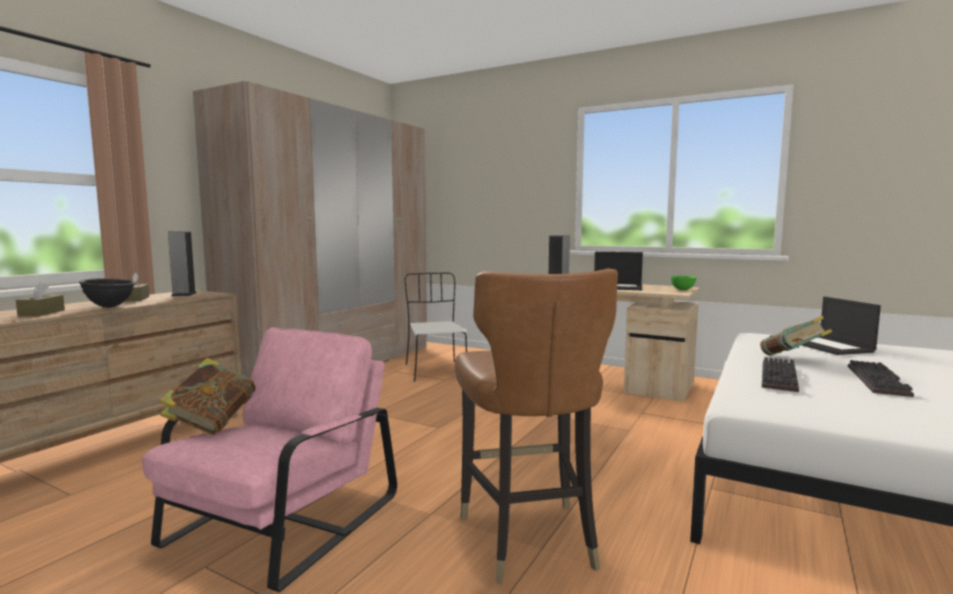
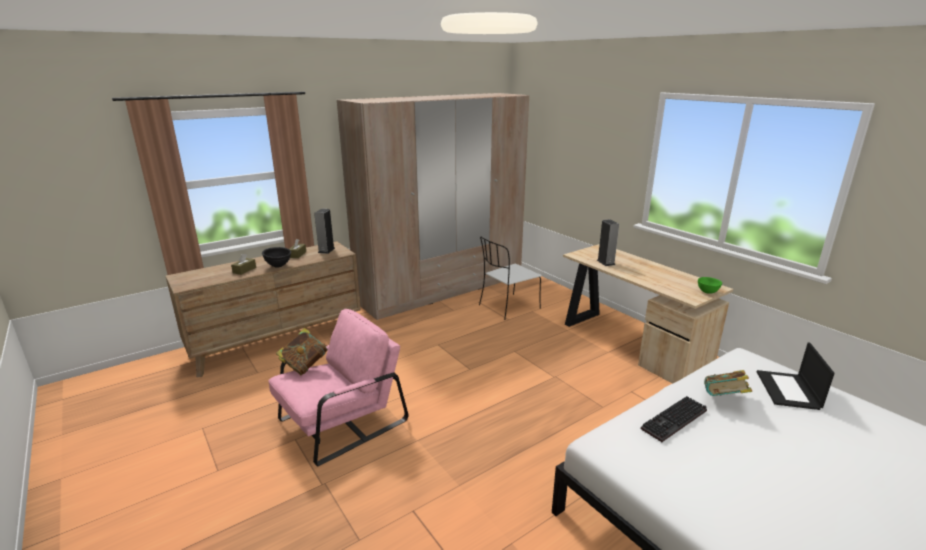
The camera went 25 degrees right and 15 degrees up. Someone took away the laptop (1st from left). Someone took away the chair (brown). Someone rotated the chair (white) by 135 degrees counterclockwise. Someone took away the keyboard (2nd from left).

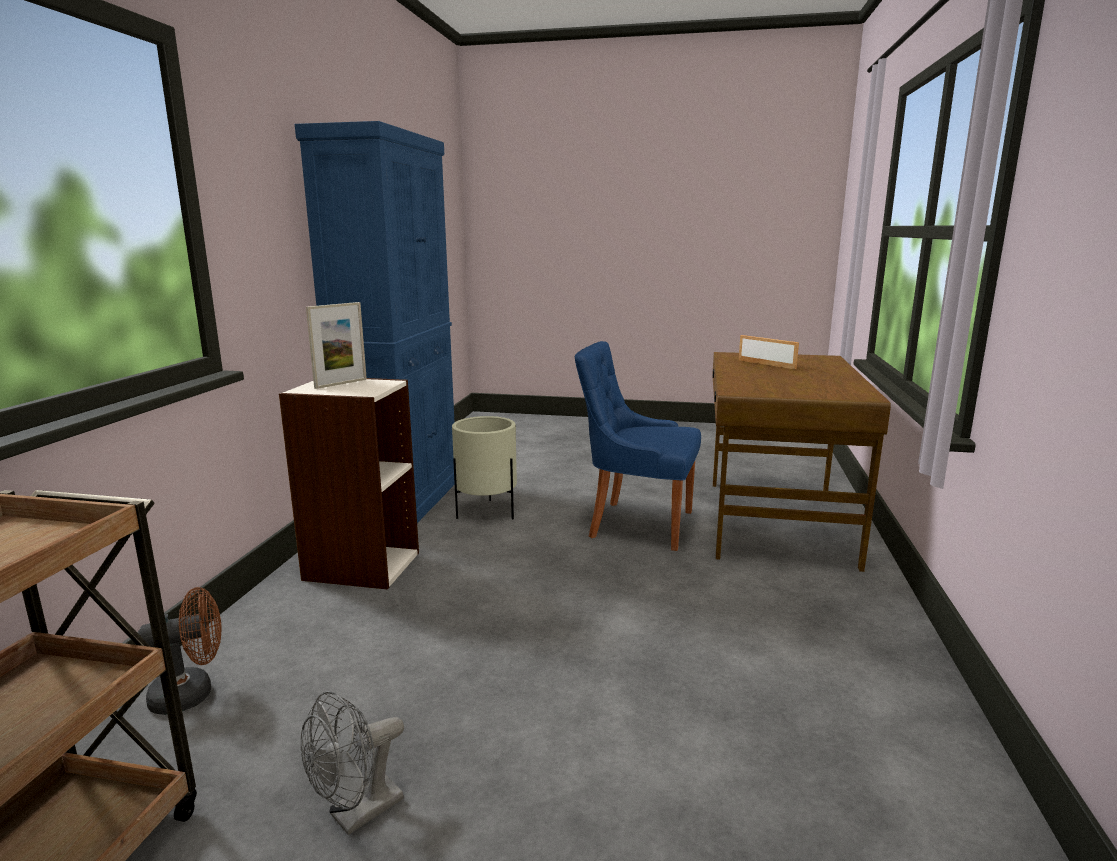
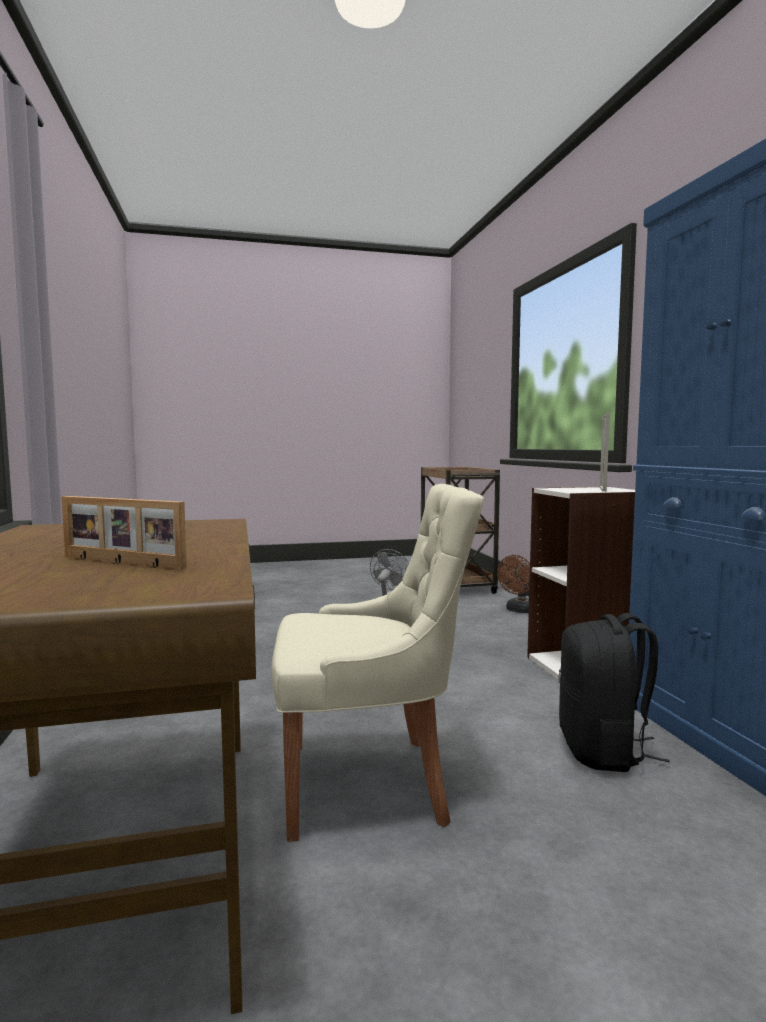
The camera went 155 degrees right and 10 degrees down. Someone repainted the chair (blue), which became the chair (beige). Someone swapped the planter (beige) for the backpack (black).

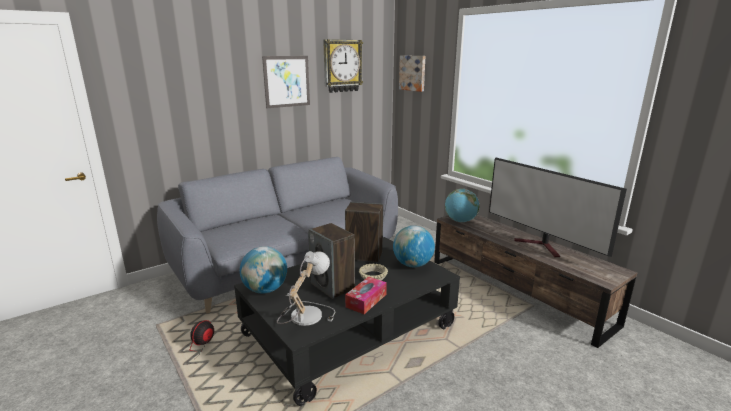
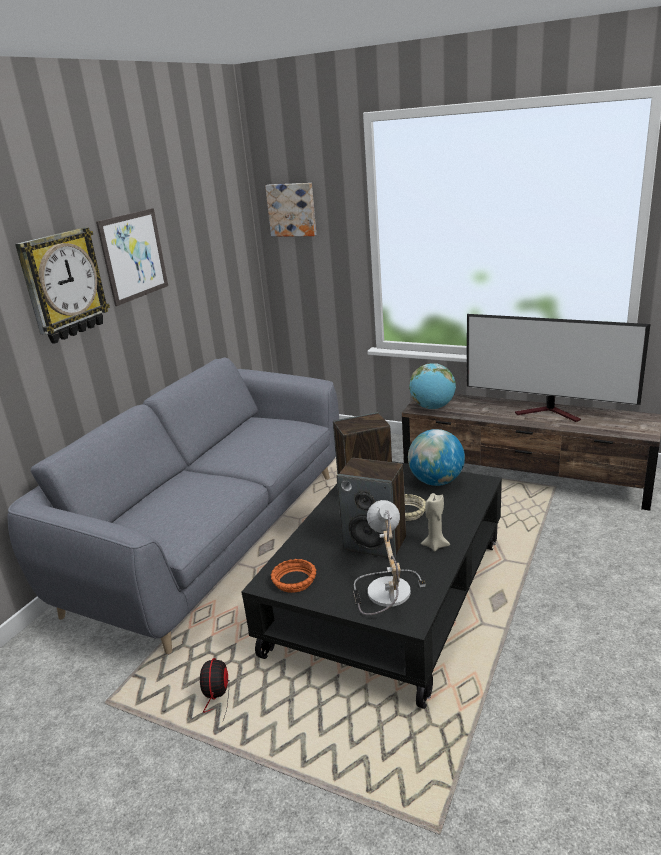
The camera went 25 degrees left and 5 degrees up. Someone carried the wall clock. Someone swapped the globe (1st from left) for the bowl (orange). Someone swapped the tissue box for the candle (beige).

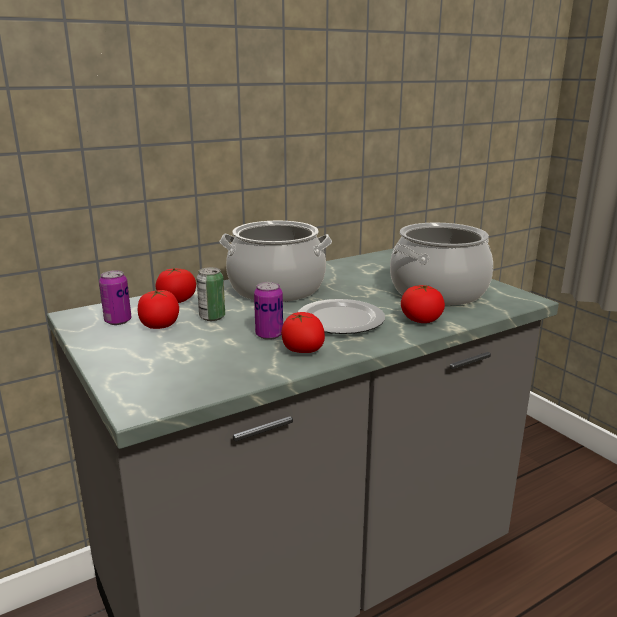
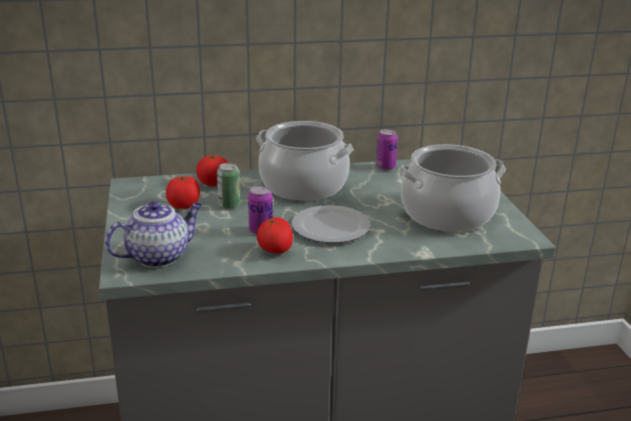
The camera went 20 degrees right and 5 degrees up. Someone carried the can (1st from left in the first image). Someone took away the tomato (4th from left). Someone put down the teapot.

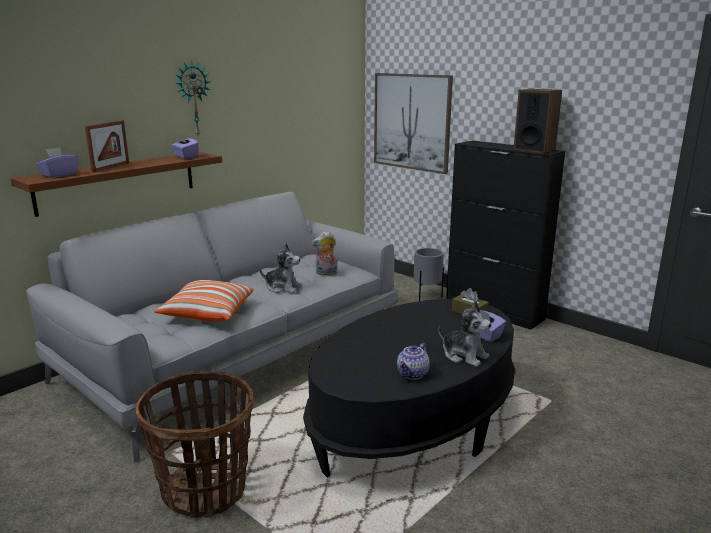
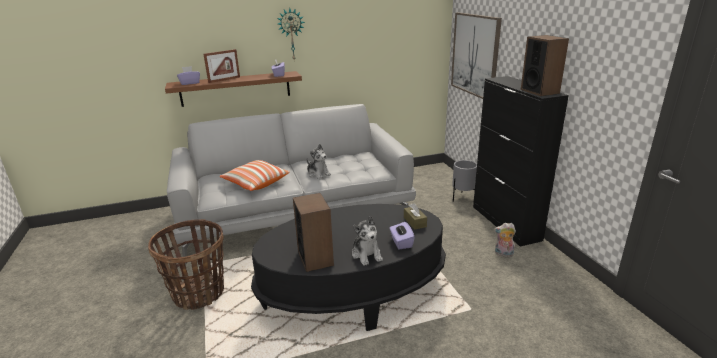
The camera went 30 degrees right and 5 degrees up. Someone carried the plush toy (2nd from left in the first image). Someone swapped the teapot for the speaker (1st from left).

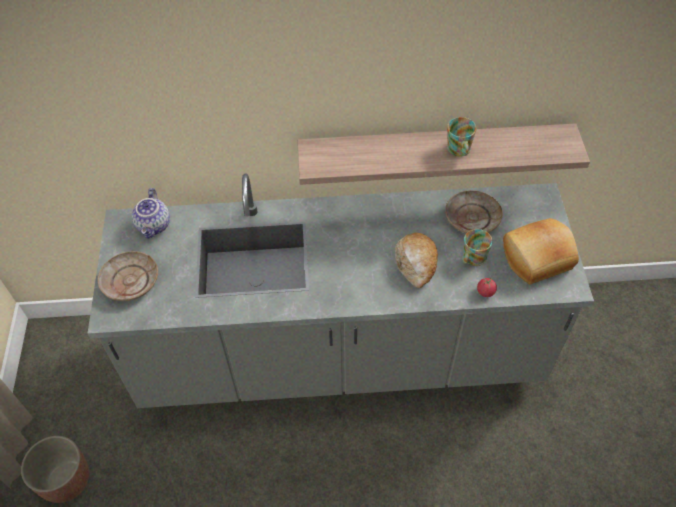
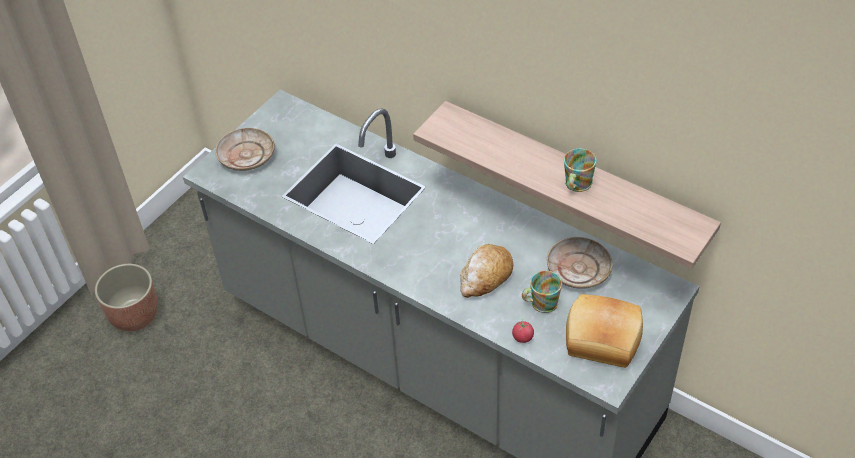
The camera went 40 degrees right and 5 degrees down. Someone took away the teapot.

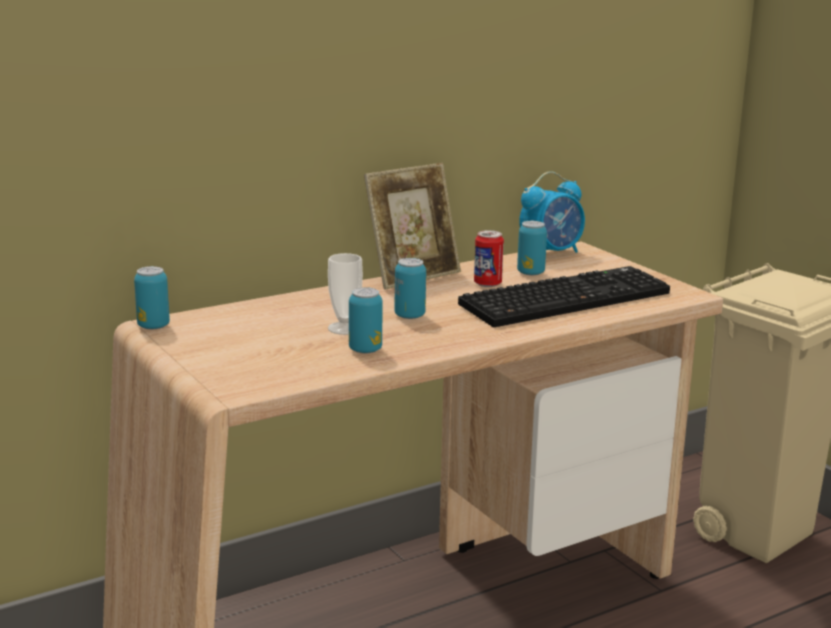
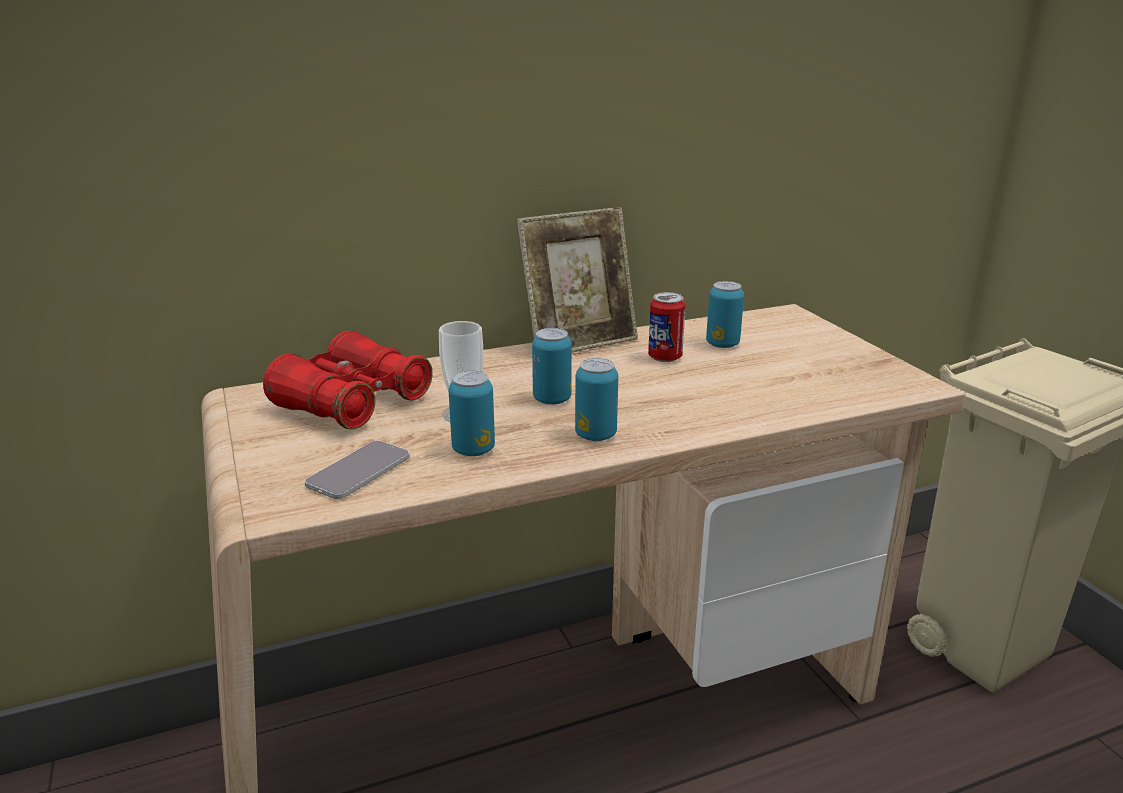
The camera went 10 degrees right and 5 degrees up. Someone took away the alarm clock. Someone carried the can (1st from left in the first image). Someone took away the keyboard. Someone put down the binoculars (red). Someone put down the phone.

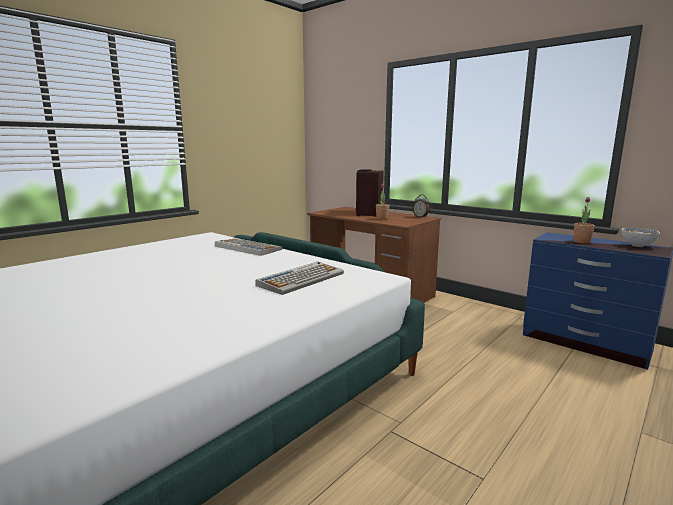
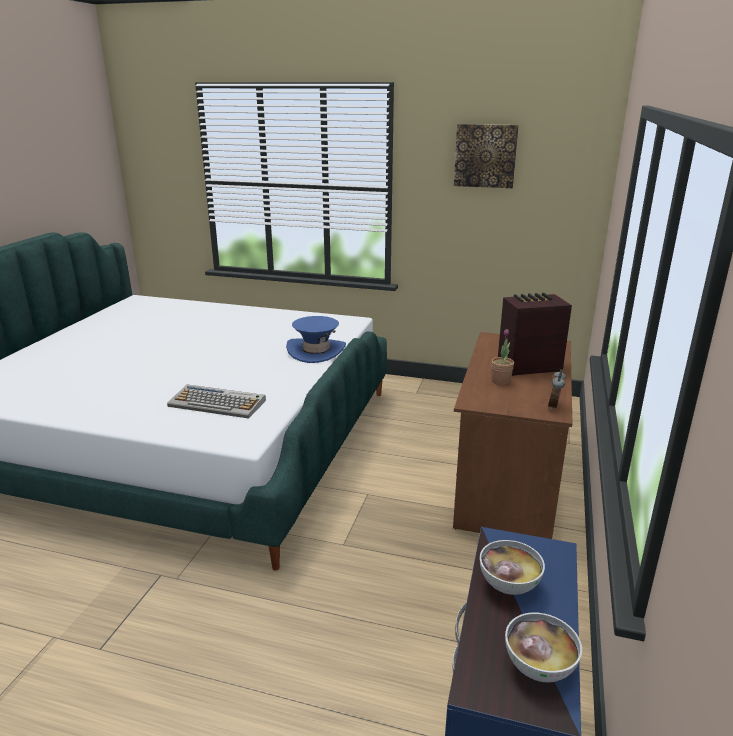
The camera went 65 degrees right and 10 degrees up. Someone swapped the potted plant (2nd from left) for the bowl (1st from left). Someone swapped the keyboard (1st from left) for the hat (blue). Someone put up the picture.

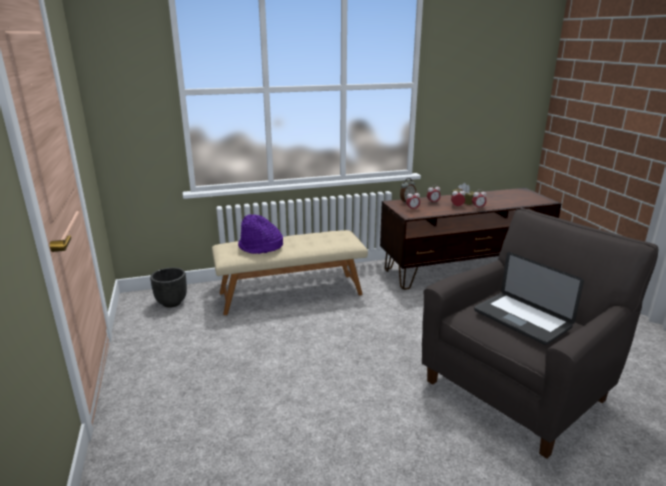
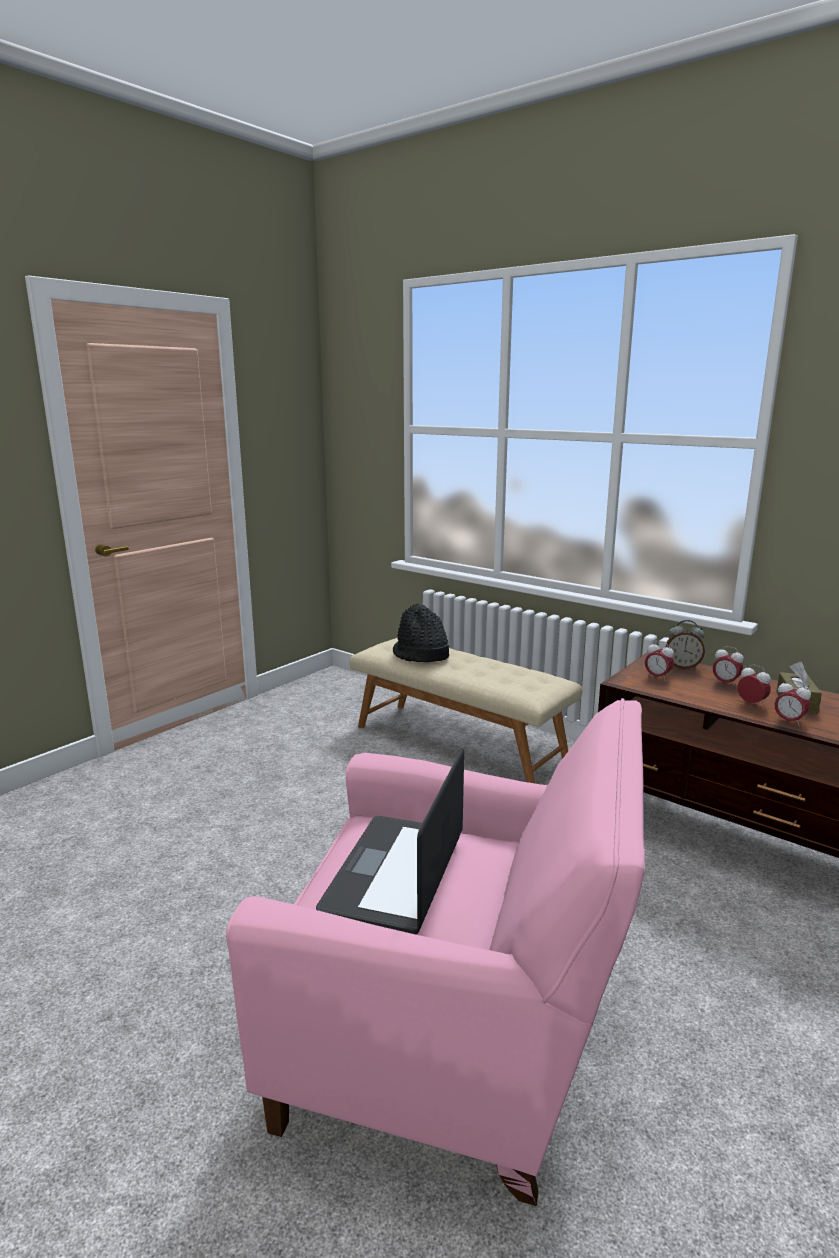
The camera went 55 degrees right and 5 degrees down. Someone repainted the armchair (grey), which became the armchair (pink). Someone repainted the hat (purple), which became the hat (black). Someone took away the planter (black).

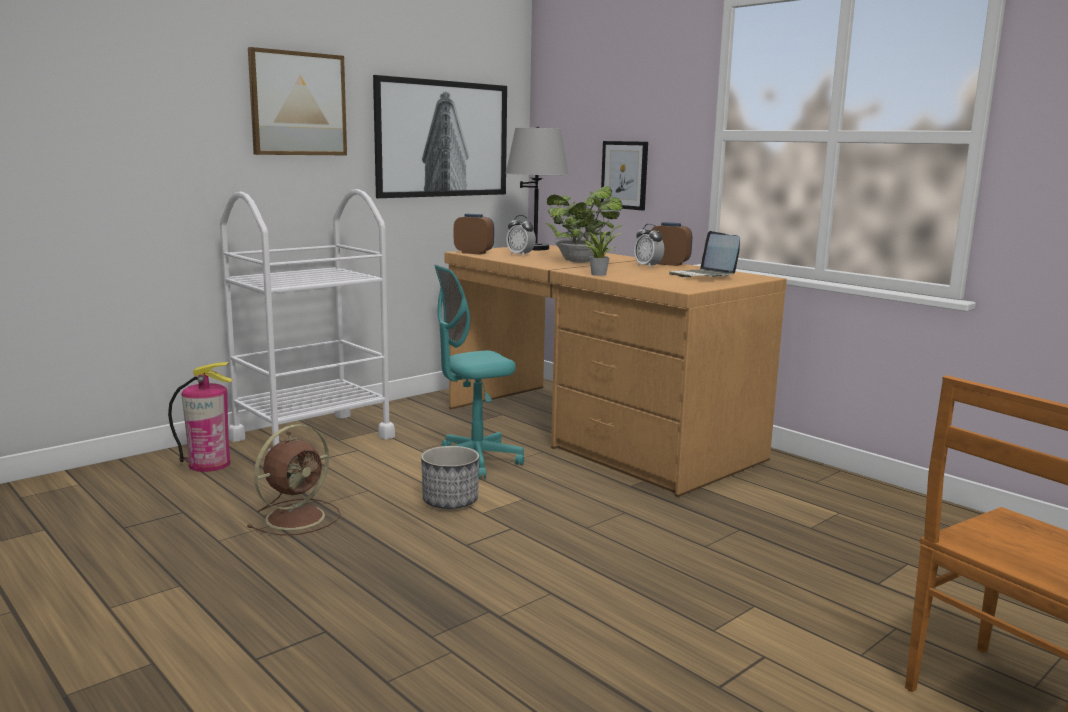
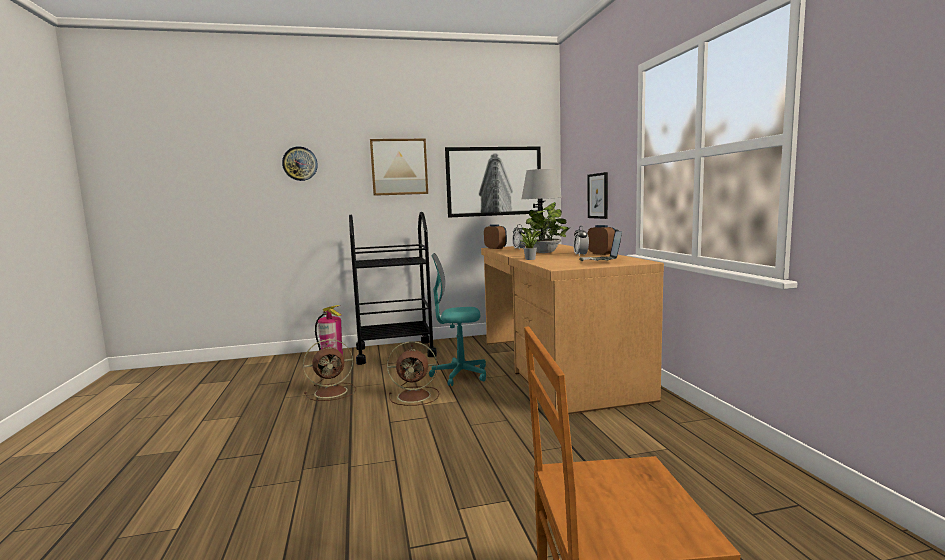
The camera went 30 degrees right and 5 degrees down. Someone repainted the cart (white), which became the cart (black). Someone swapped the planter for the fan (brown) (2nd from left). Someone put up the wall clock.

